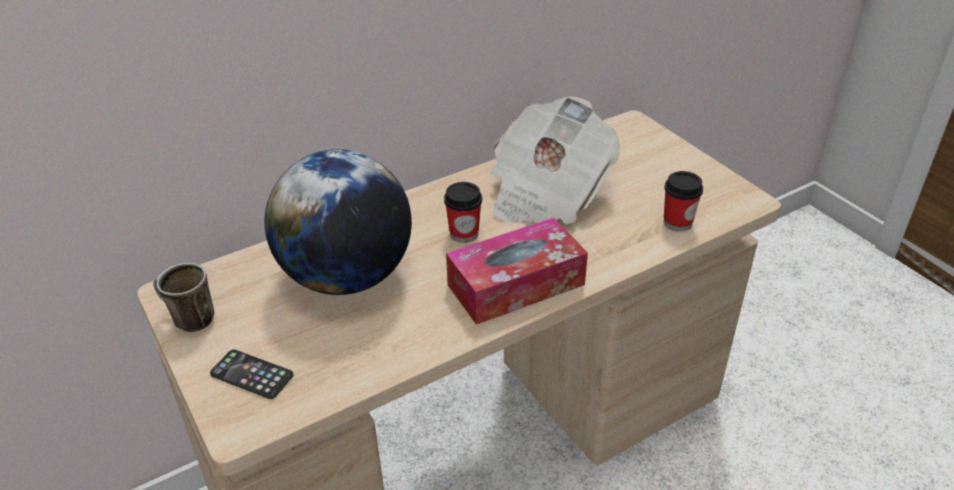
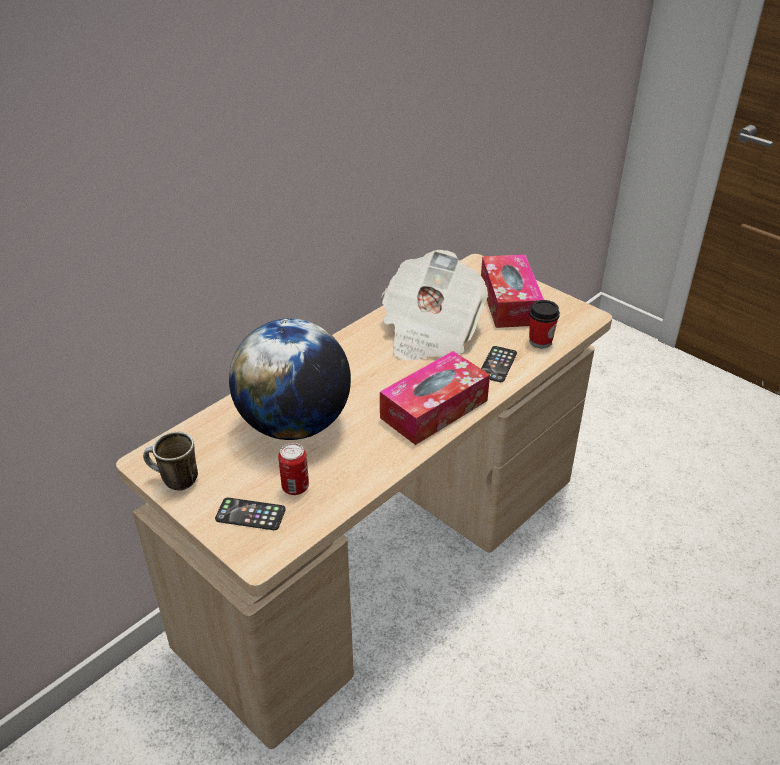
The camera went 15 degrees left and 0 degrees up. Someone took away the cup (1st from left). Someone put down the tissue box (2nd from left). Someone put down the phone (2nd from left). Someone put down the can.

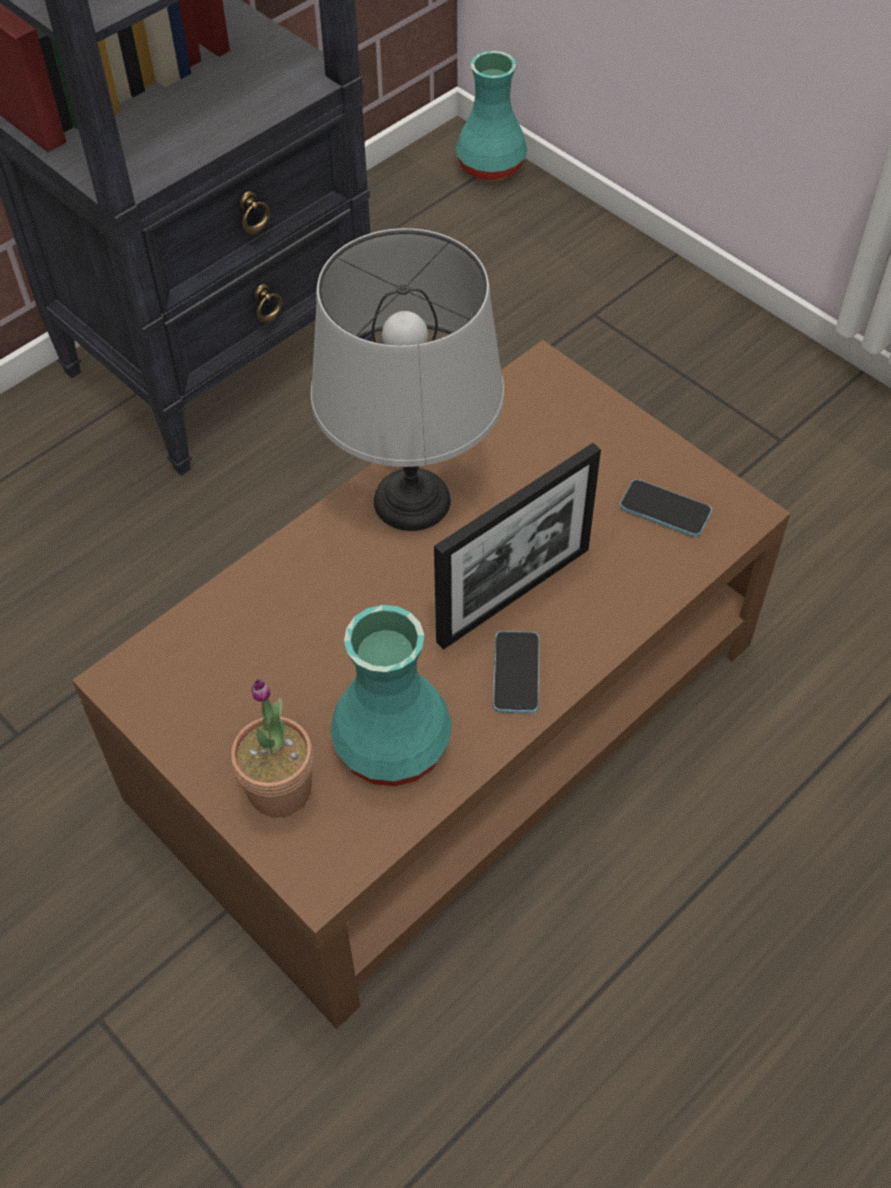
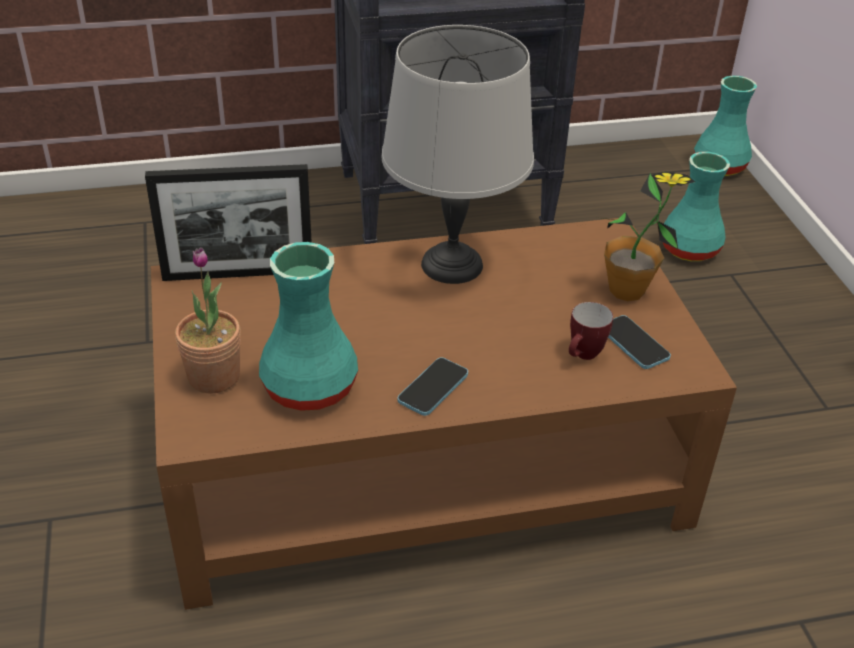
The camera went 30 degrees right and 15 degrees down. Someone carried the picture frame. Someone put down the vase (turquoise) (2nd from left). Someone put down the potted plant (2nd from left). Someone put down the mug.

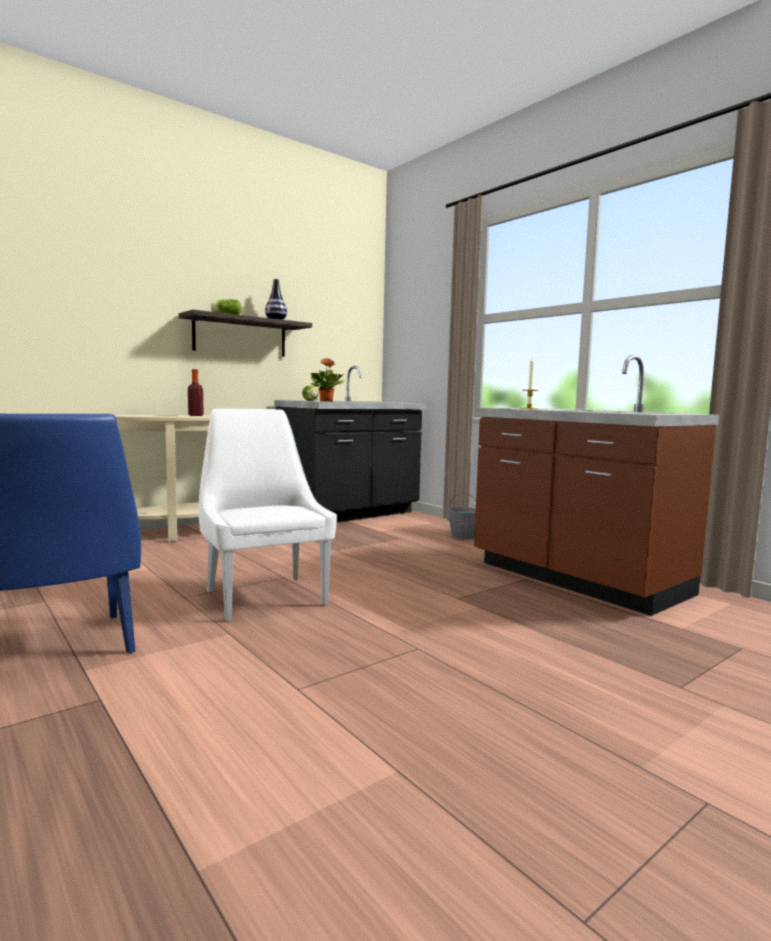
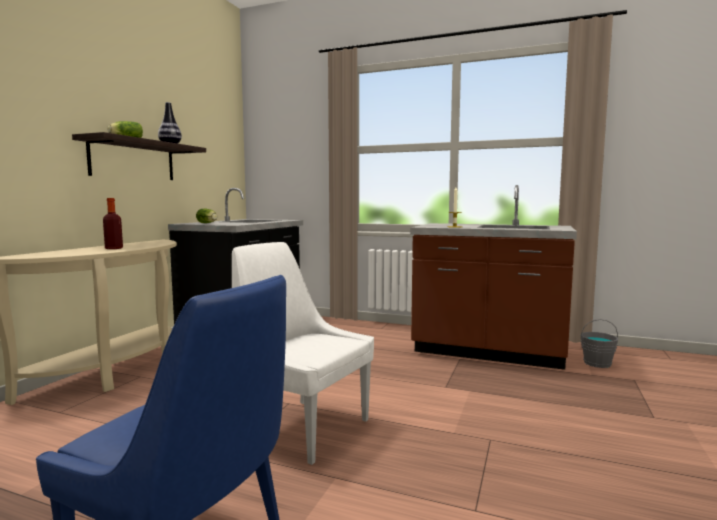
The camera went 30 degrees left and 0 degrees up. Someone took away the potted plant. Someone carried the bucket (grey).

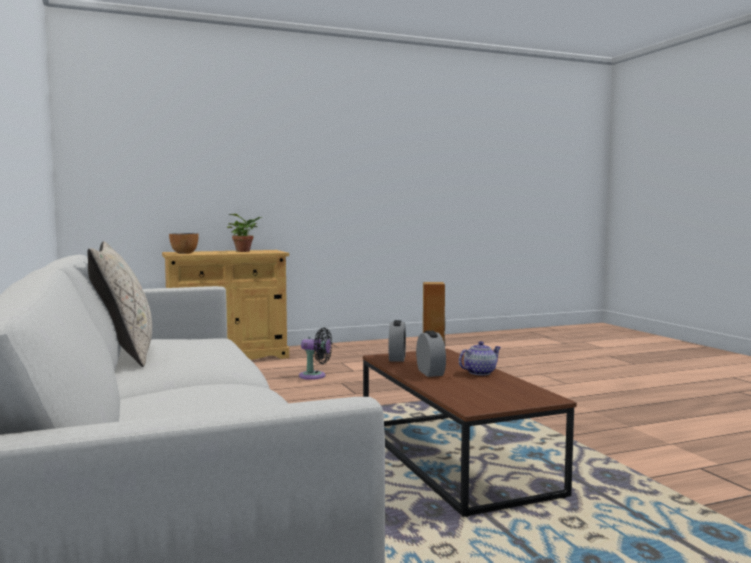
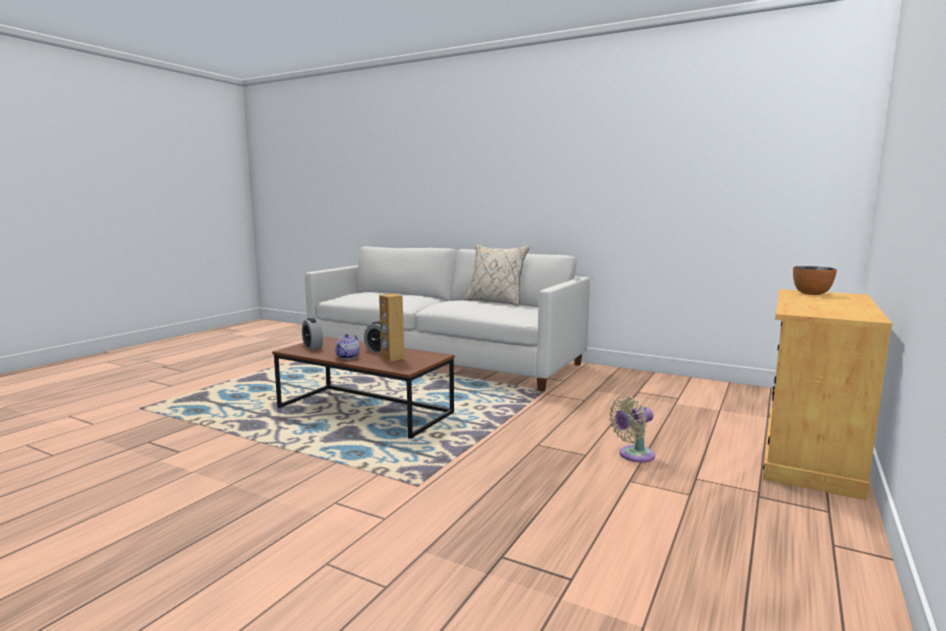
The camera went 140 degrees right and 5 degrees up. Someone took away the potted plant. Someone carried the alarm clock (1st from left). Someone repainted the fan (black), which became the fan (beige).

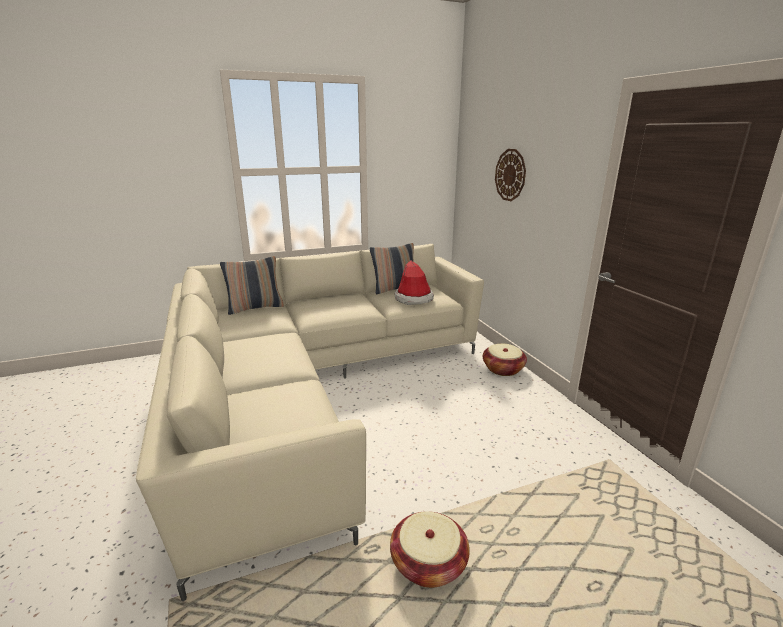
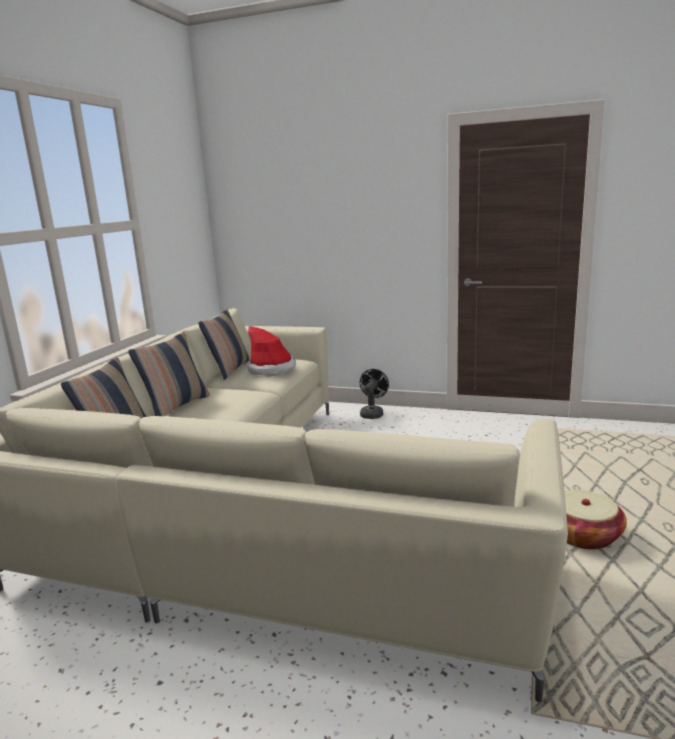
The camera went 50 degrees left and 5 degrees down. Someone took away the wall clock. Someone swapped the basket (2nd from left) for the fan (black). Someone put down the pillow (2nd from left).

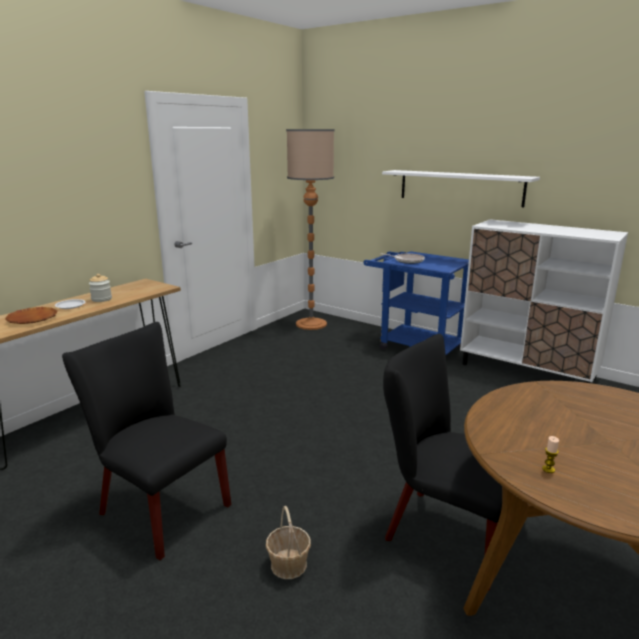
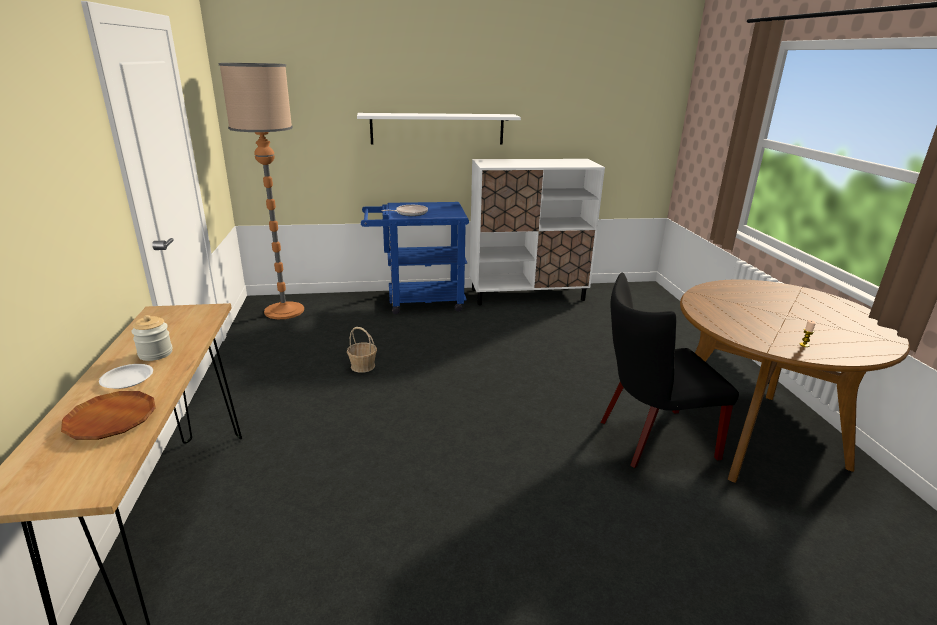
The camera went 45 degrees left and 5 degrees up. Someone took away the chair (black) (1st from left). Someone carried the basket.

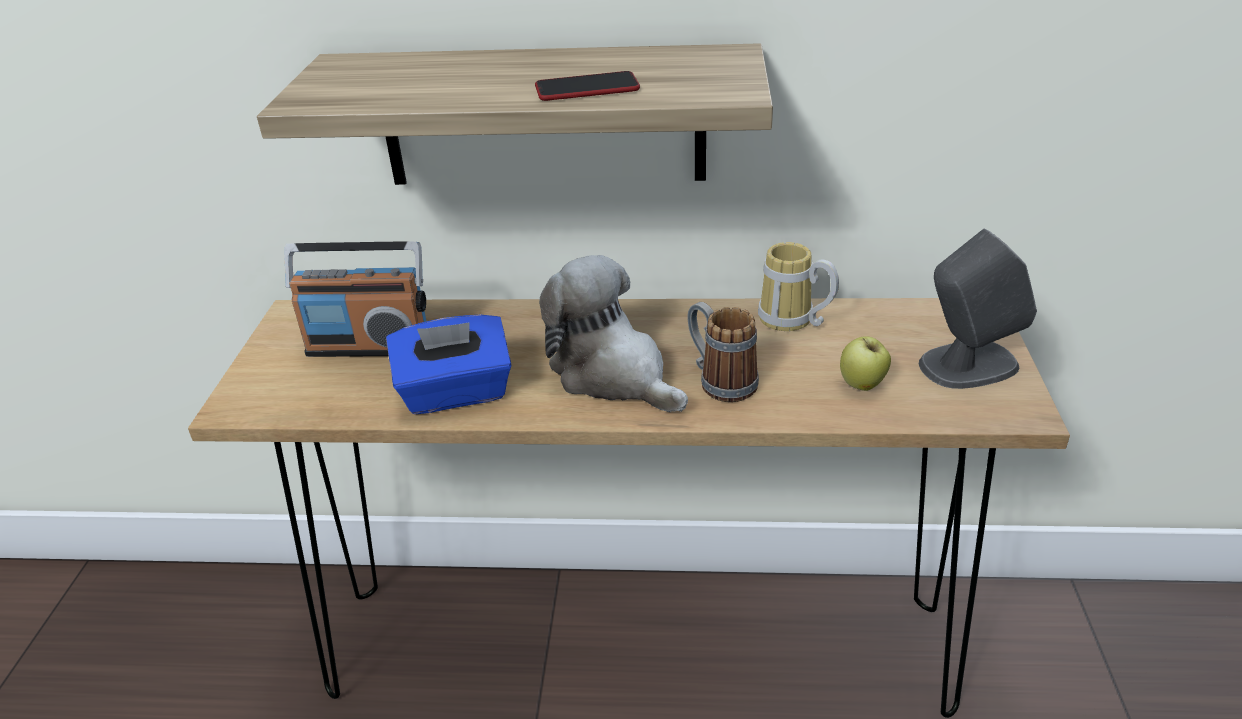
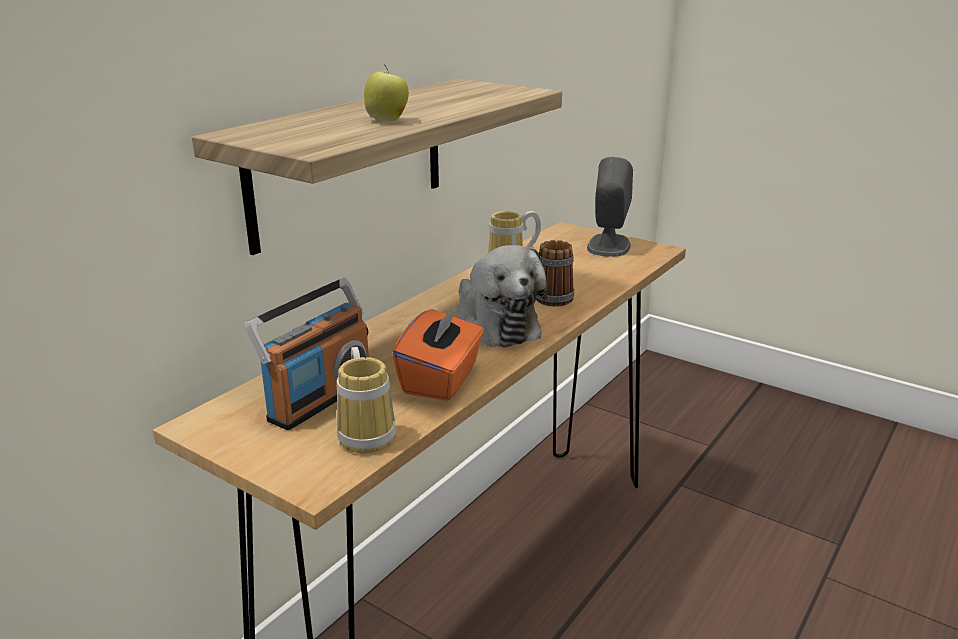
The camera went 60 degrees left and 10 degrees down. Someone took away the phone. Someone rotated the plush toy by 105 degrees counterclockwise. Someone repainted the tissue box (blue), which became the tissue box (orange). Someone carried the apple. Someone put down the mug (1st from left).

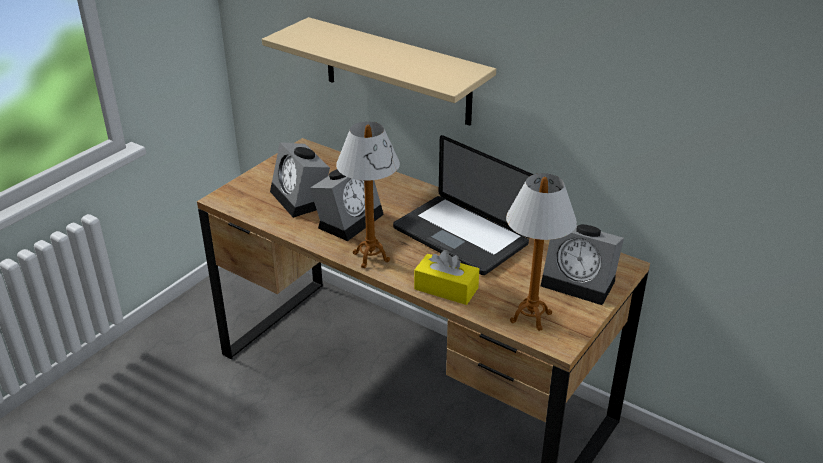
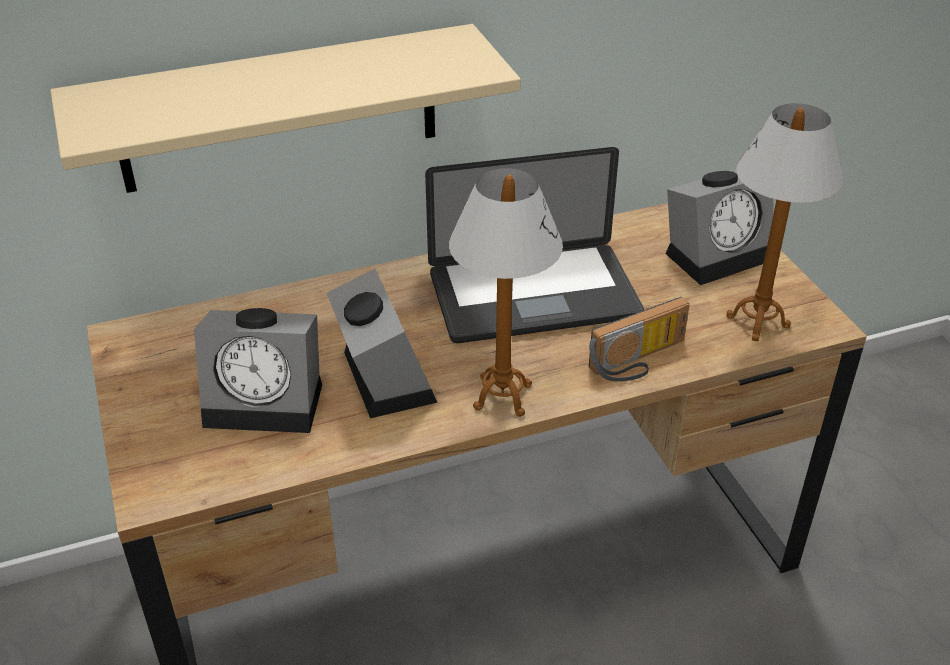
The camera went 55 degrees left and 5 degrees up. Someone swapped the tissue box (yellow) for the radio.

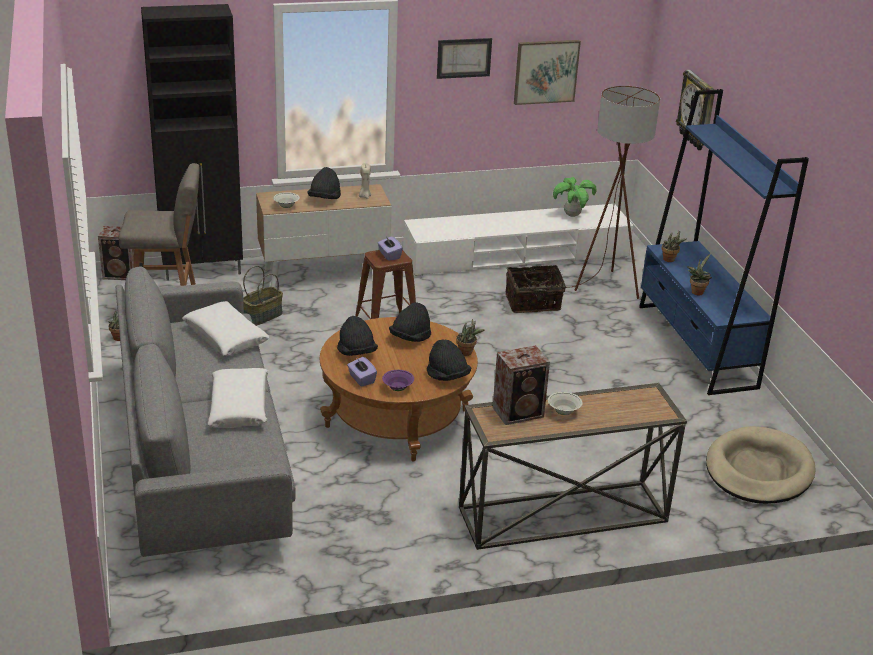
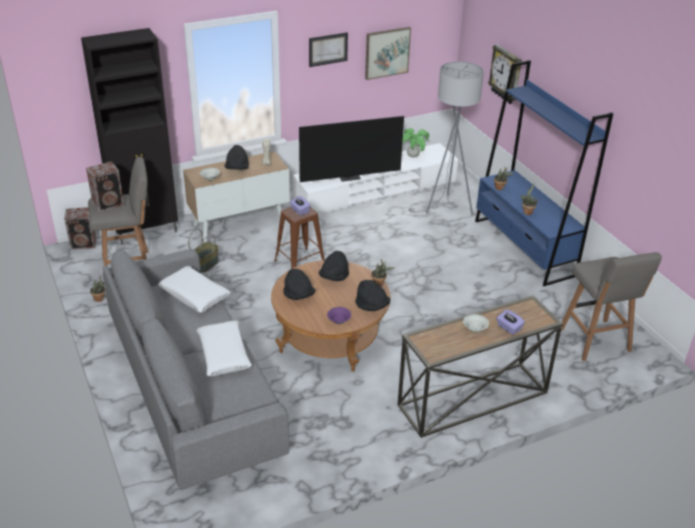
The camera went 10 degrees left and 5 degrees up. Someone repainted the floor lamp (brown), which became the floor lamp (grey). Someone took away the basket (2nd from left). Someone carried the speaker (2nd from left). Someone carried the tissue box (purple) (1st from left in the first image). Someone swapped the dog bed (beige) for the stool (grey) (2nd from left). Someone put down the television.

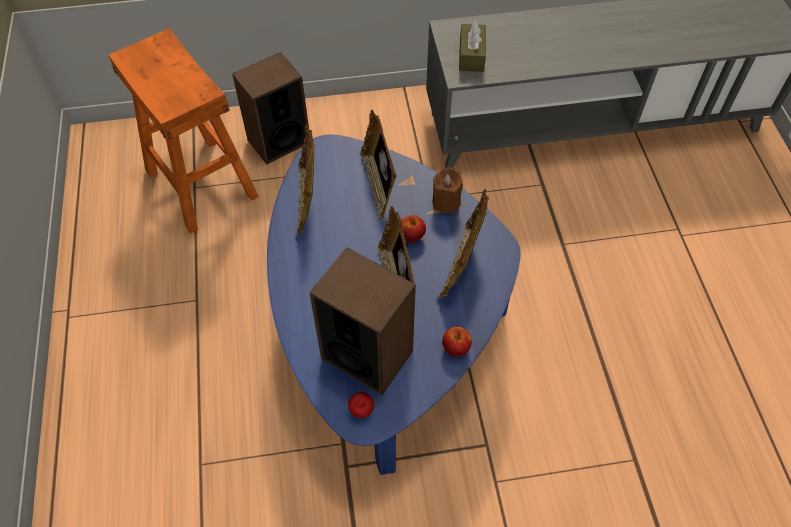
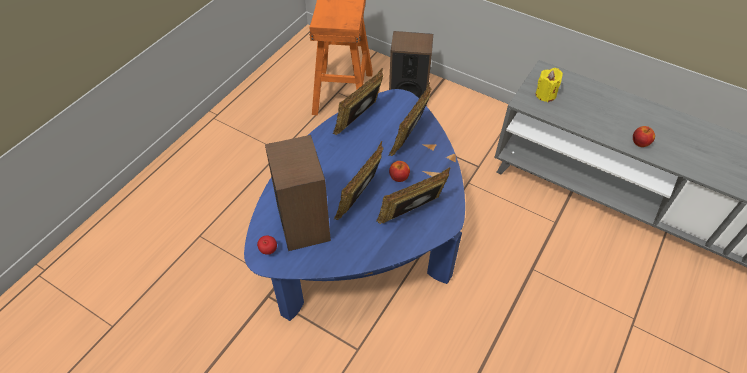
The camera went 40 degrees right and 5 degrees down. Someone swapped the tissue box (brown) for the candle (yellow). Someone took away the candle (brown). Someone carried the apple (3rd from left).

